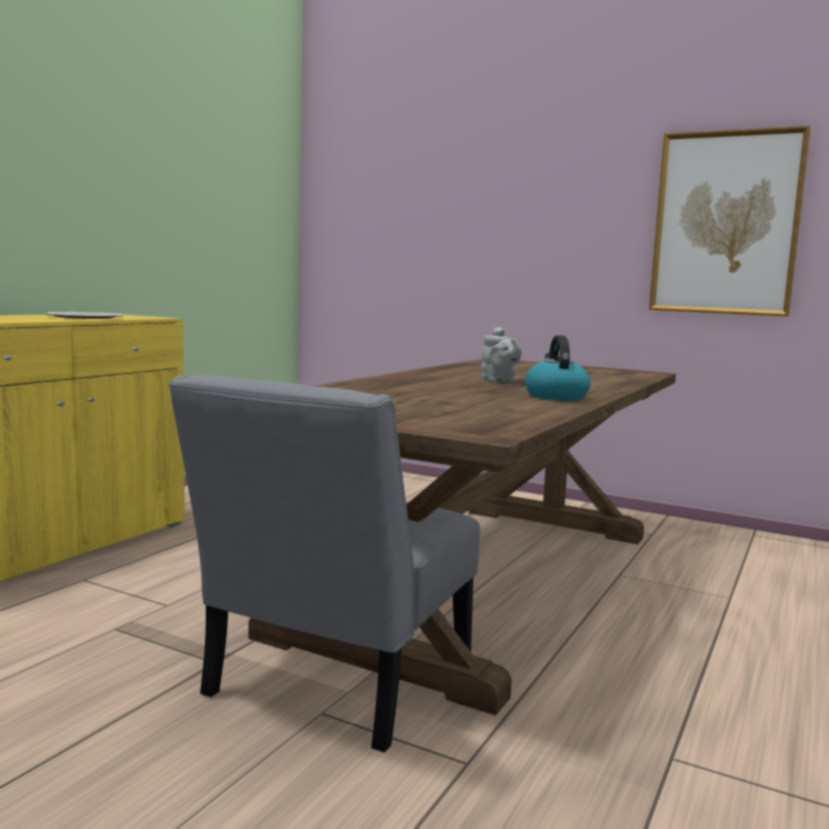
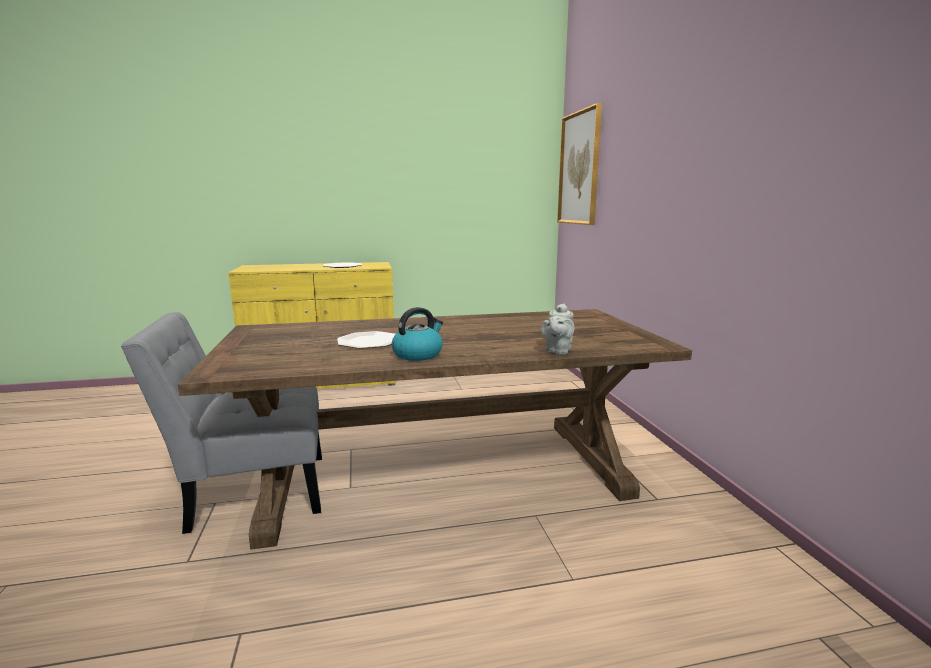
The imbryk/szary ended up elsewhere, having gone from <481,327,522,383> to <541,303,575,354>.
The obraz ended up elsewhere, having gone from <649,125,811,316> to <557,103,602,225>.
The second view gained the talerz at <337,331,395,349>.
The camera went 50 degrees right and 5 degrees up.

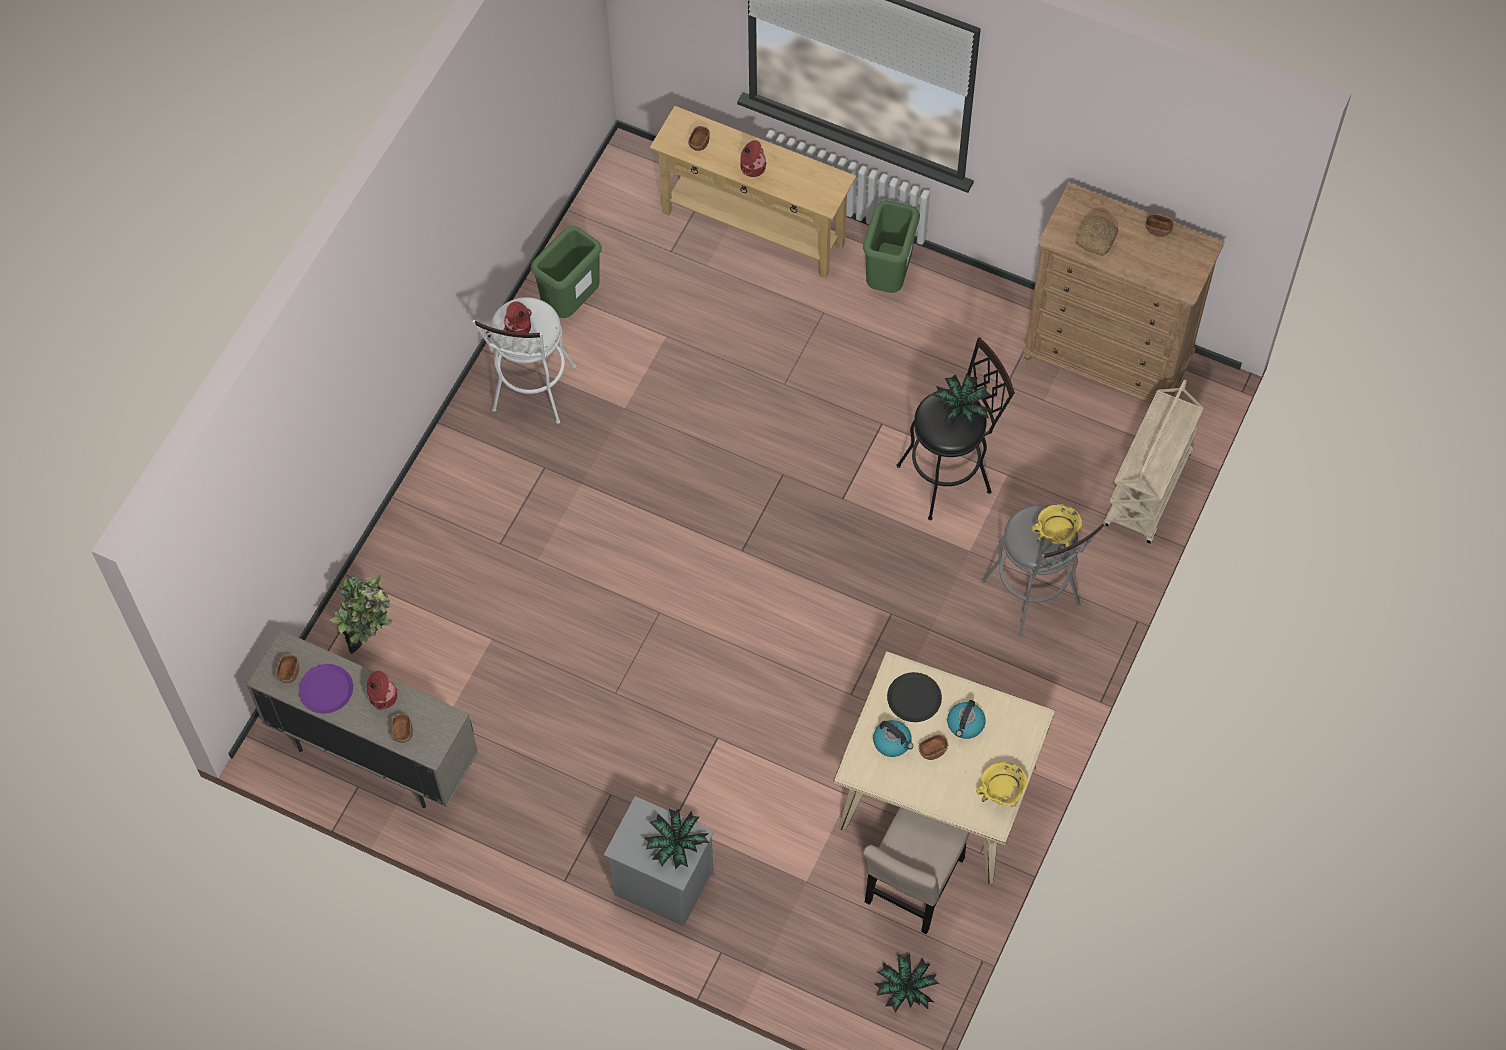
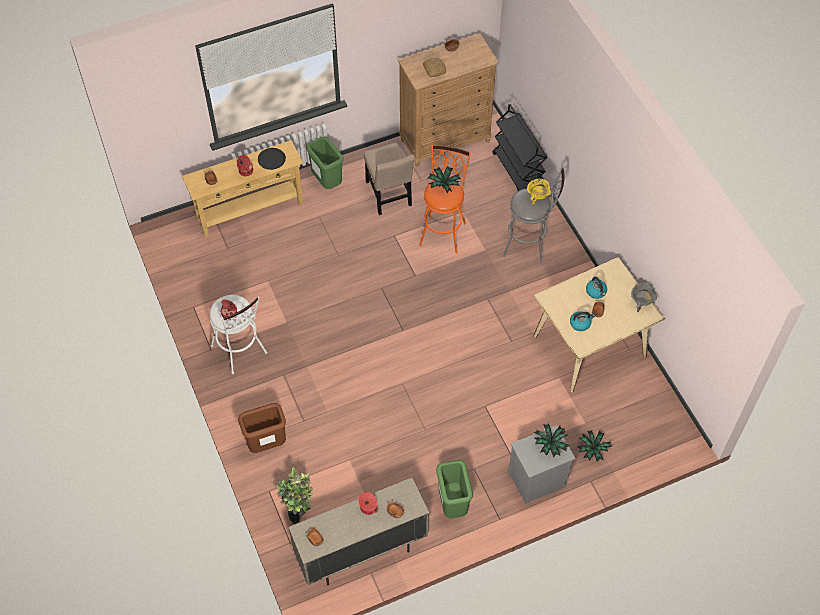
The second view lost the talerz/fioletowy at <299,664,353,714>.
The kosz na śmieci/zielony ended up elsewhere, having gone from <531,226,602,318> to <436,460,473,518>.
The krzesło/beżowy ended up elsewhere, having gone from <863,807,970,934> to <364,143,415,215>.
The roślina doniczkowa ended up elsewhere, having gone from <875,954,939,1013> to <578,430,613,462>.
The talerz/czarny ended up elsewhere, having gone from <887,672,942,722> to <258,148,286,170>.
What was the stołek/czarny at <897,337,1015,520> turned into the stołek/pomarańczowy at <419,145,471,253>.
What was the garnek/żółty at <976,762,1028,807> turned into the garnek/szary at <631,283,657,312>.
What was the wózek/beżowy at <1104,379,1204,544> turned into the wózek/czarny at <492,104,548,191>.
The second view gained the kosz na śmieci/brązowy at <238,403,286,453>.
The camera went 50 degrees left and 5 degrees down.

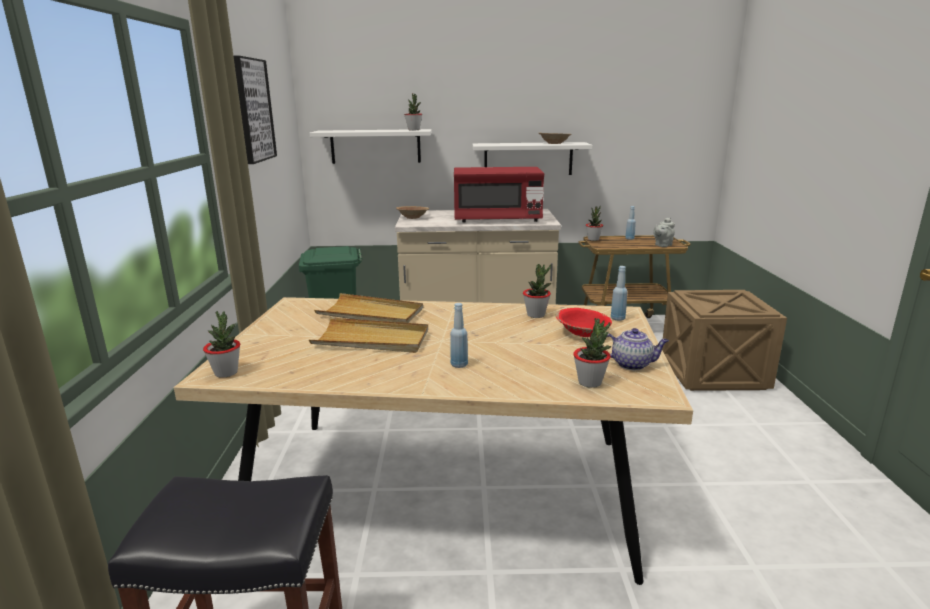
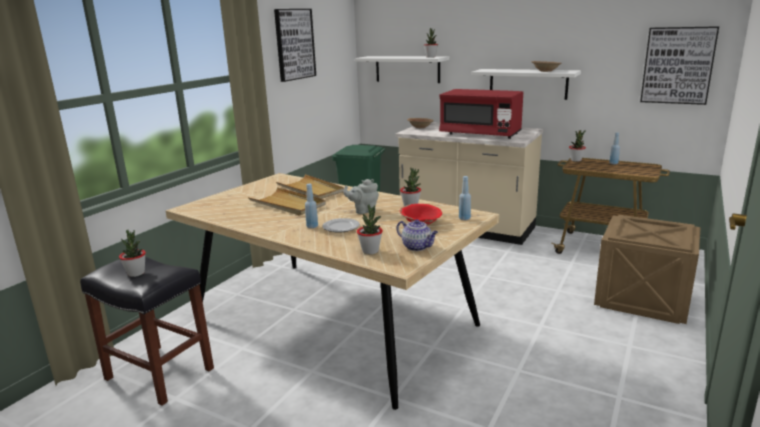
The roślina doniczkowa ended up elsewhere, having gone from <203,311,240,378> to <119,230,146,277>.
The imbryk/szary ended up elsewhere, having gone from <653,218,675,247> to <343,179,379,214>.
The second view gained the talerz at <322,218,360,233>.
The second view gained the obraz at <640,26,719,105>.
The camera went 30 degrees right and 0 degrees up.

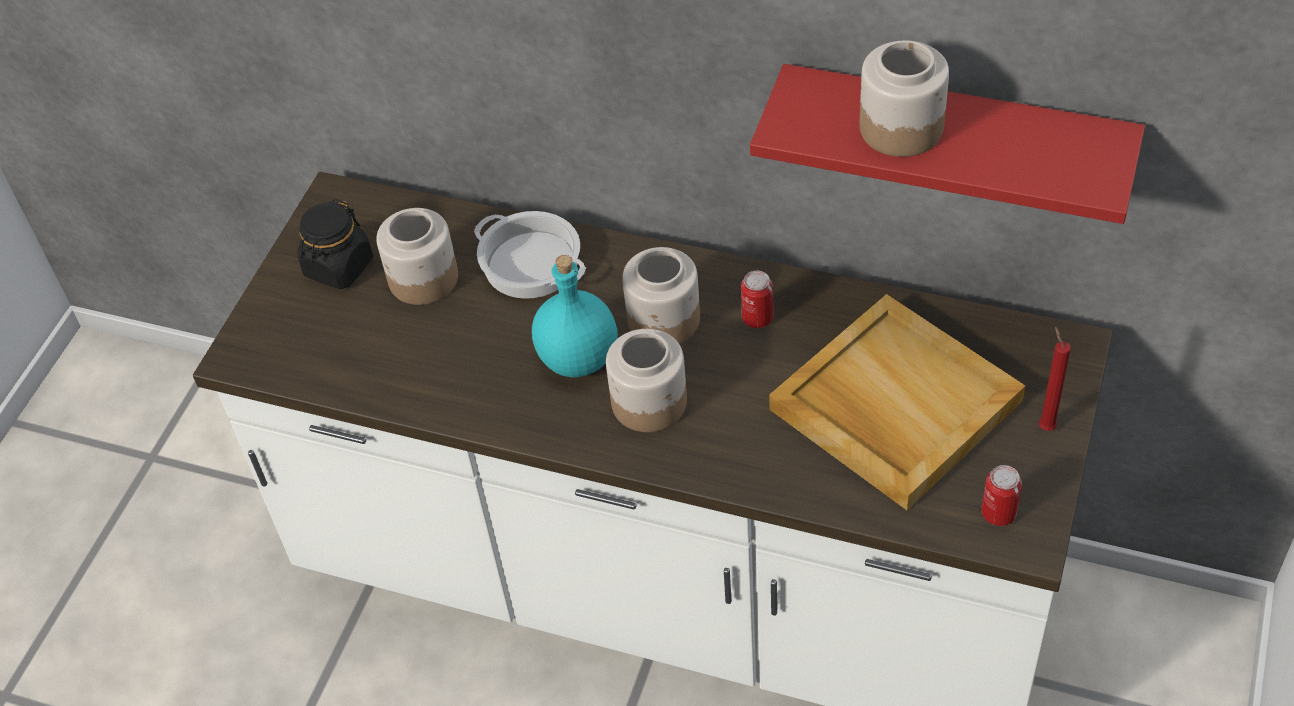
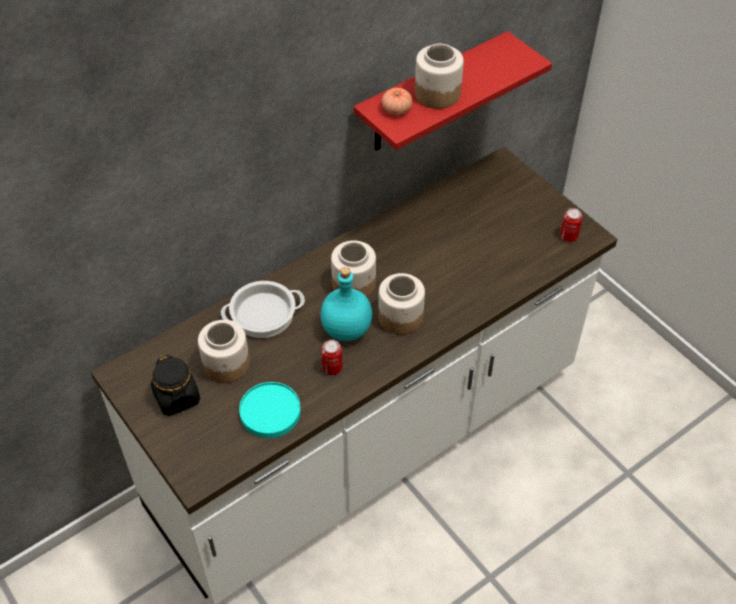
The puszka ended up elsewhere, having gone from <741,270,773,328> to <321,340,343,375>.
The second view lost the taca/beżowy at <769,294,1025,510>.
The second view lost the świeca/czerwony at <1039,327,1071,431>.
The second view gained the talerz/turkusowy at <239,382,301,438>.
The second view gained the pomidor at <382,88,412,115>.
The camera went 60 degrees left and 0 degrees up.

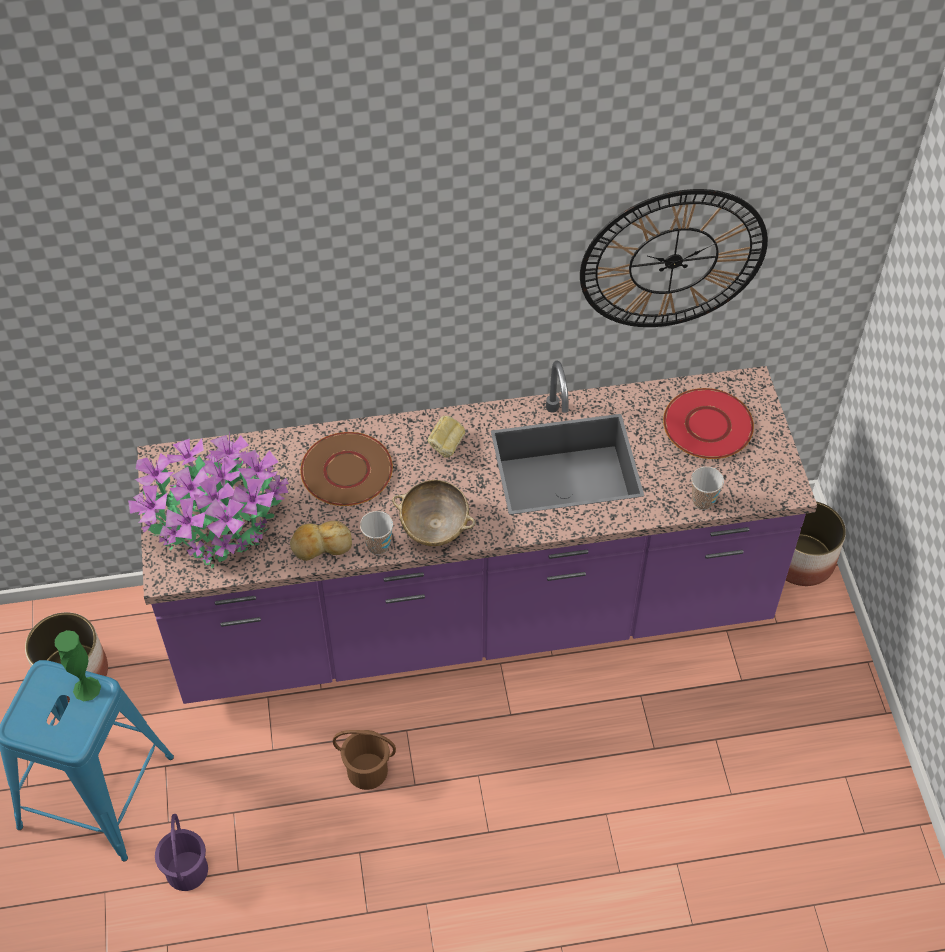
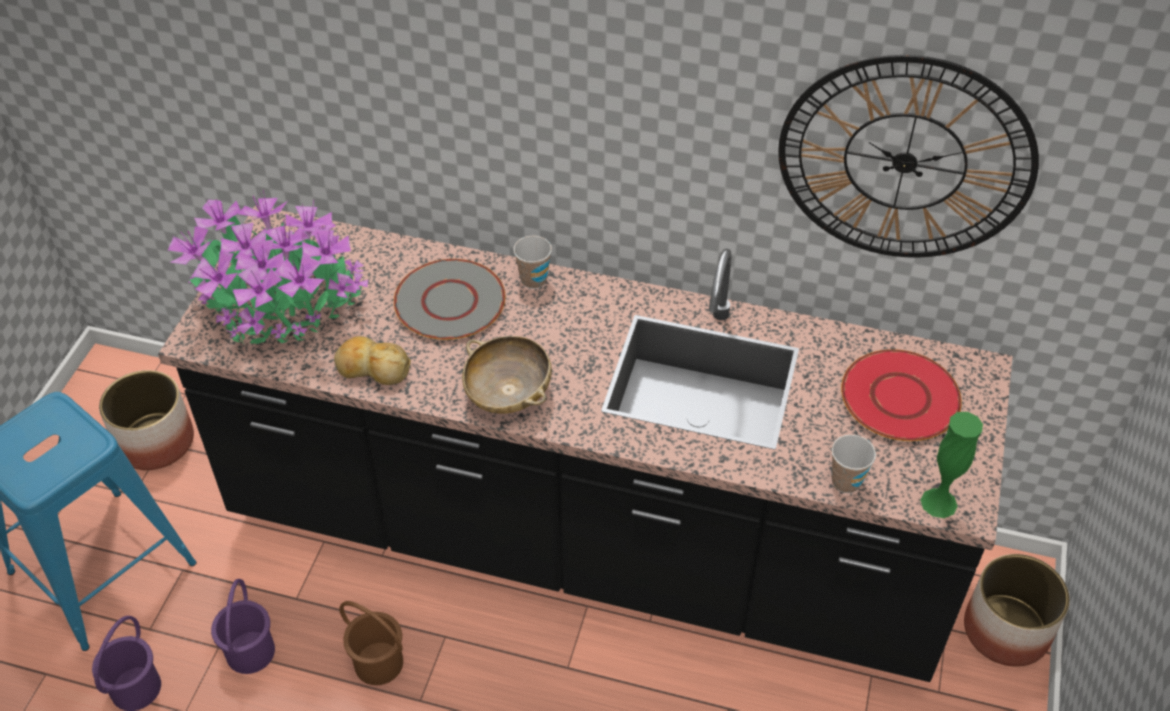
The wazon/zielony ended up elsewhere, having gone from <55,630,101,701> to <920,412,983,518>.
What was the zabudowa kuchenna/fioletowy at <137,360,817,704> turned into the zabudowa kuchenna/czarny at <158,205,1013,682>.
What was the talerz/brązowy at <300,432,393,506> turned into the talerz/szary at <394,259,505,340>.
The filiżanka ended up elsewhere, having gone from <360,511,393,555> to <513,235,552,289>.
The second view lost the chleb at <427,416,465,458>.
The second view gained the wiadro/fioletowy at <211,579,275,674>.
The camera went 25 degrees right and 5 degrees down.

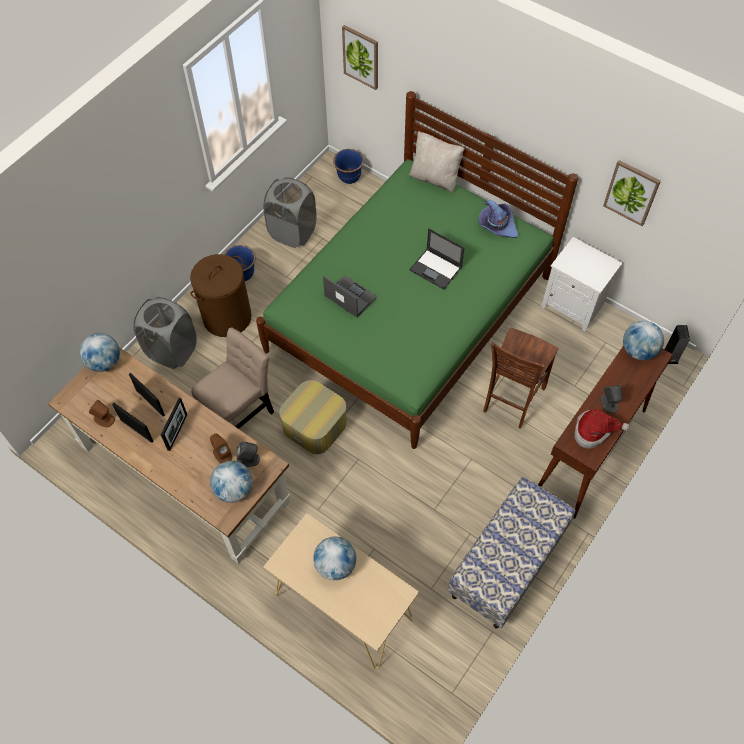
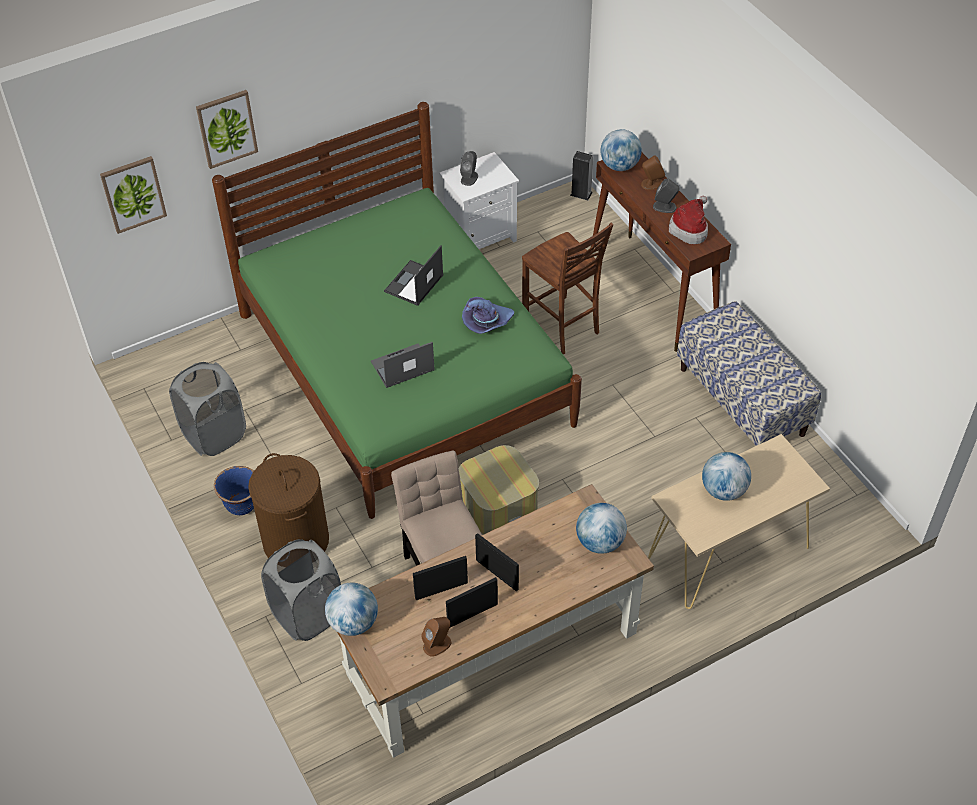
The głośnik/brązowy ended up elsewhere, having gone from <210,433,232,463> to <641,155,665,190>.
The głośnik/szary ended up elsewhere, having gone from <237,441,260,467> to <460,151,478,186>.
The second view lost the donica/niebieski at <333,149,364,184>.
The second view lost the poduszka/beżowy at <409,131,465,193>.
The laptop at <409,228,465,289> ended up facing another way, 150 degrees clockwise from before.
The kapelusz/fioletowy ended up elsewhere, having gone from <479,199,518,238> to <462,297,514,334>.
The obraz ended up elsewhere, having gone from <603,160,661,226> to <196,90,258,169>.
The camera went 65 degrees left and 10 degrees down.

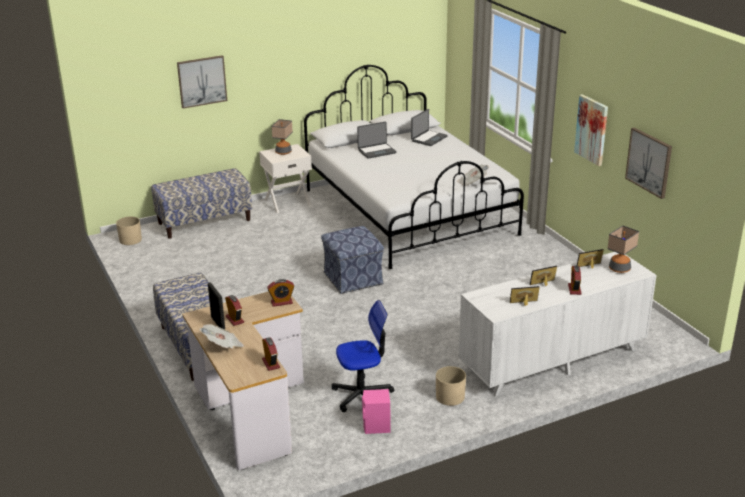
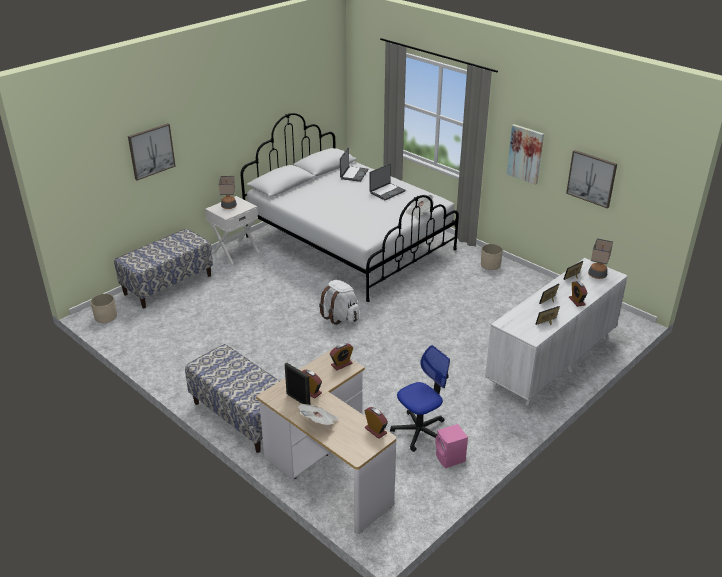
Where the pufa stood at <321,226,384,294>, the plecak/biały came to stand at <319,280,359,325>.
The laptop ended up elsewhere, having gone from <357,121,396,159> to <369,164,406,200>.
The donica/beżowy ended up elsewhere, having gone from <436,366,466,406> to <481,244,503,270>.
The camera went 20 degrees left and 5 degrees up.

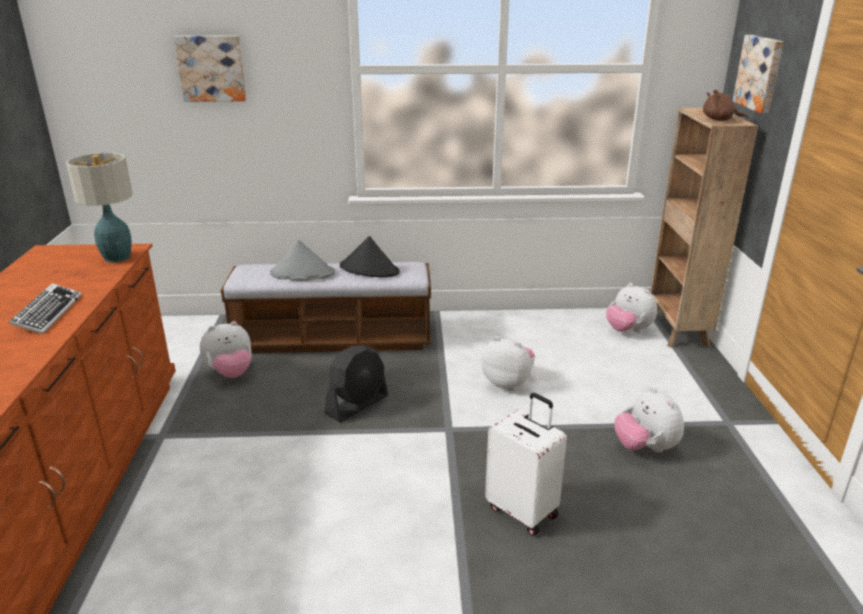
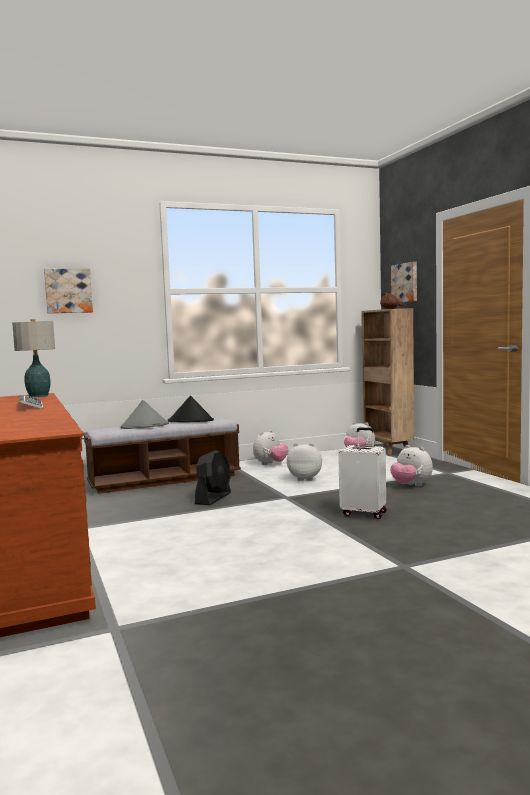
The pluszak ended up elsewhere, having gone from <200,321,252,378> to <253,430,289,465>.
The camera went 20 degrees left and 20 degrees down.

